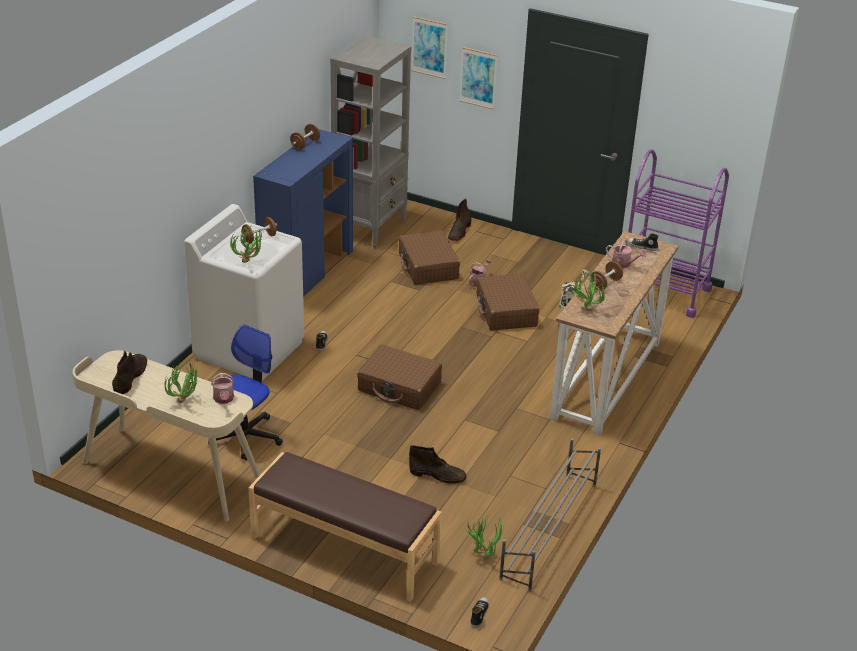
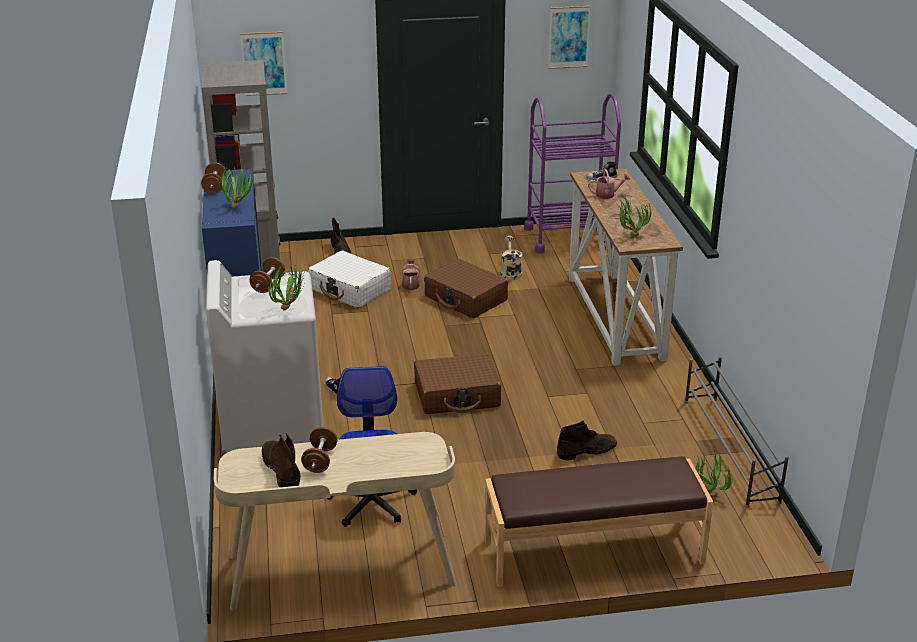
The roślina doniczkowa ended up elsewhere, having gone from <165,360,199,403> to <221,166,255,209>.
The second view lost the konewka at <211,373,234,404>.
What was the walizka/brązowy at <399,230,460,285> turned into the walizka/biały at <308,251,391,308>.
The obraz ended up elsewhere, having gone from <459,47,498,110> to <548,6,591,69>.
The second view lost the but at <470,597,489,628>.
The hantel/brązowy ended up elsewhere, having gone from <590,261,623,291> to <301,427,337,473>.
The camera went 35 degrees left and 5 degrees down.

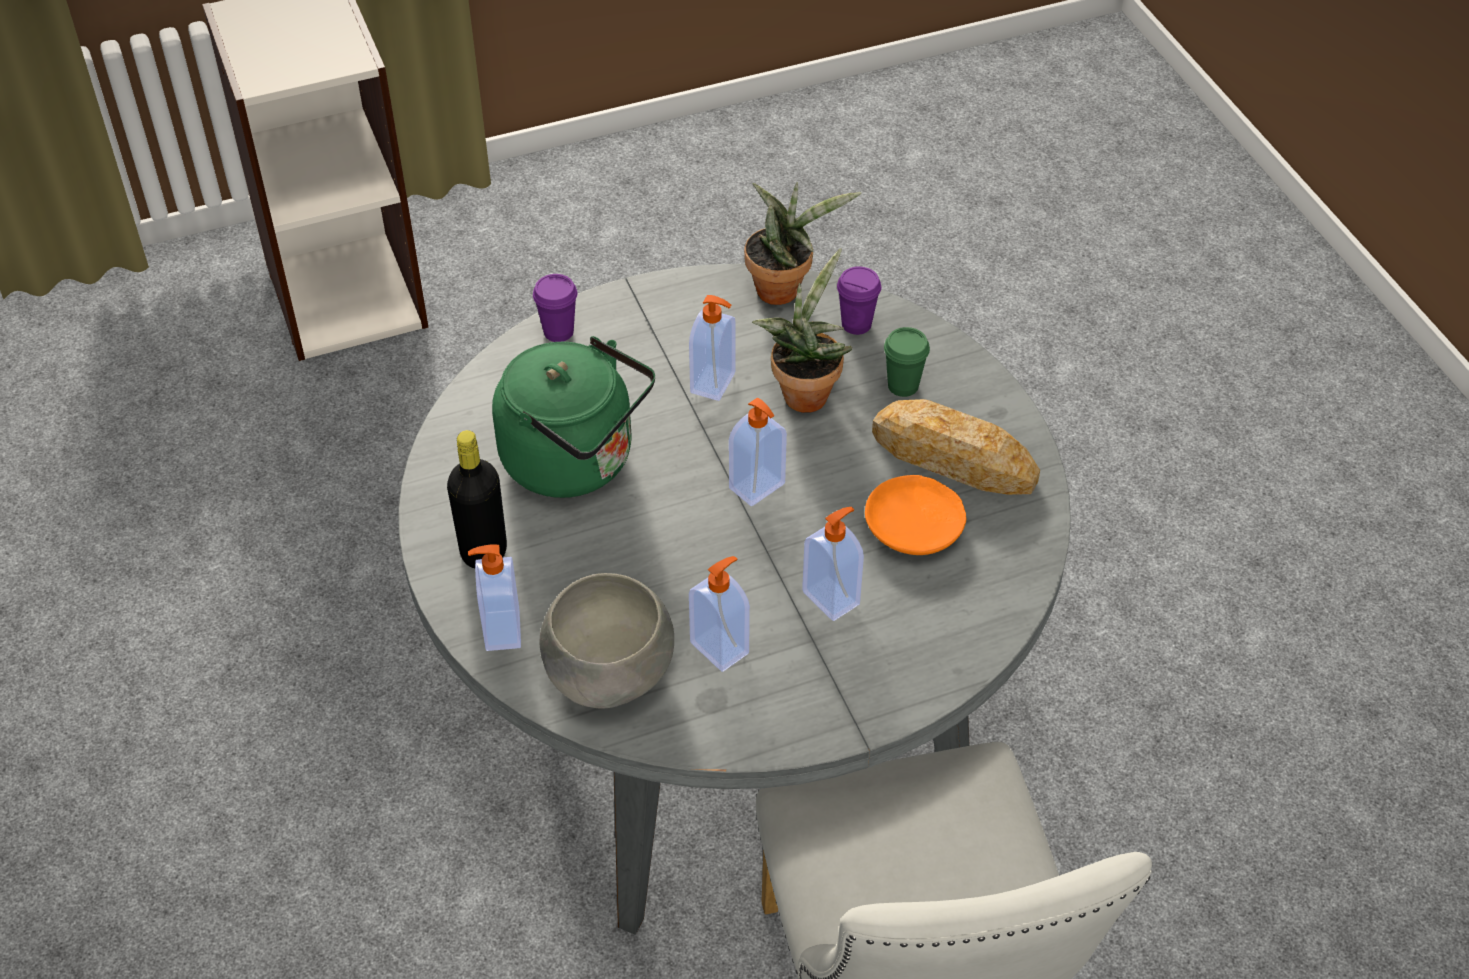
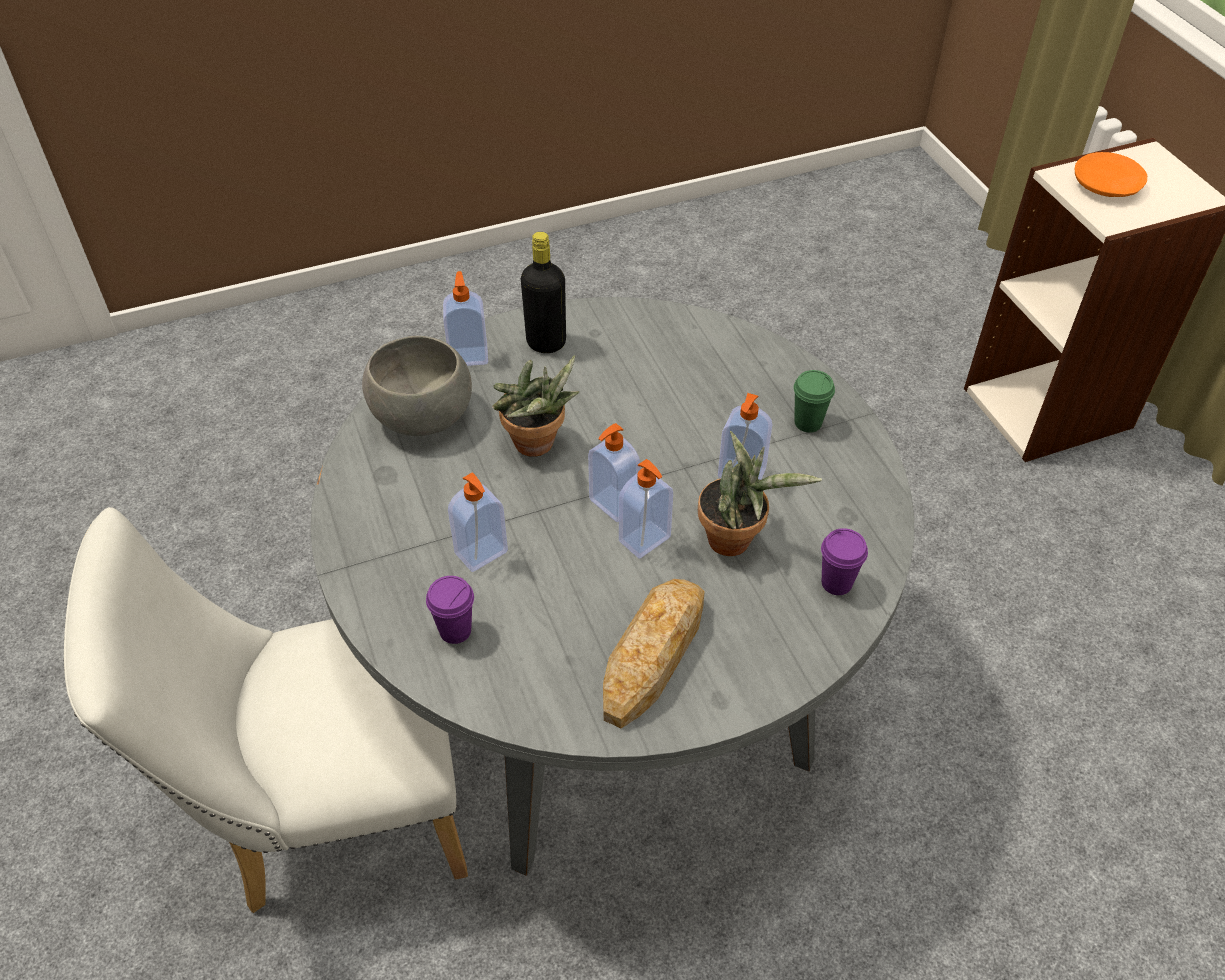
The second view lost the czajnik/zielony at <492,336,655,498>.
The filiżanka/fioletowy ended up elsewhere, having gone from <533,274,577,342> to <426,576,474,644>.
The dozownik mydła ended up elsewhere, having gone from <689,556,750,672> to <619,459,673,559>.
The roślina doniczkowa ended up elsewhere, having gone from <744,182,861,305> to <492,355,579,457>.
The talerz/pomarańczowy ended up elsewhere, having gone from <865,475,966,555> to <1075,152,1147,197>.
The filiżanka/zielony ended up elsewhere, having gone from <884,327,930,397> to <794,370,835,433>.
The camera went 90 degrees right and 0 degrees up.

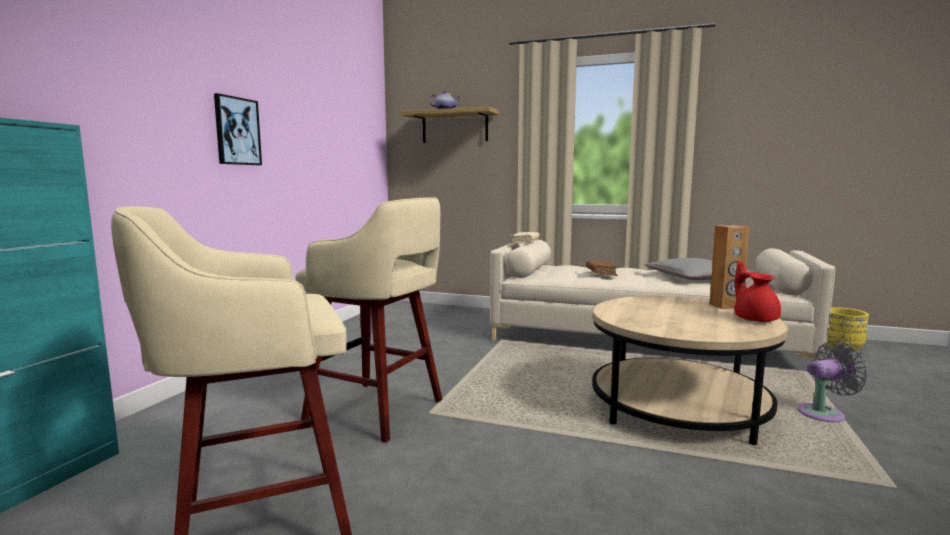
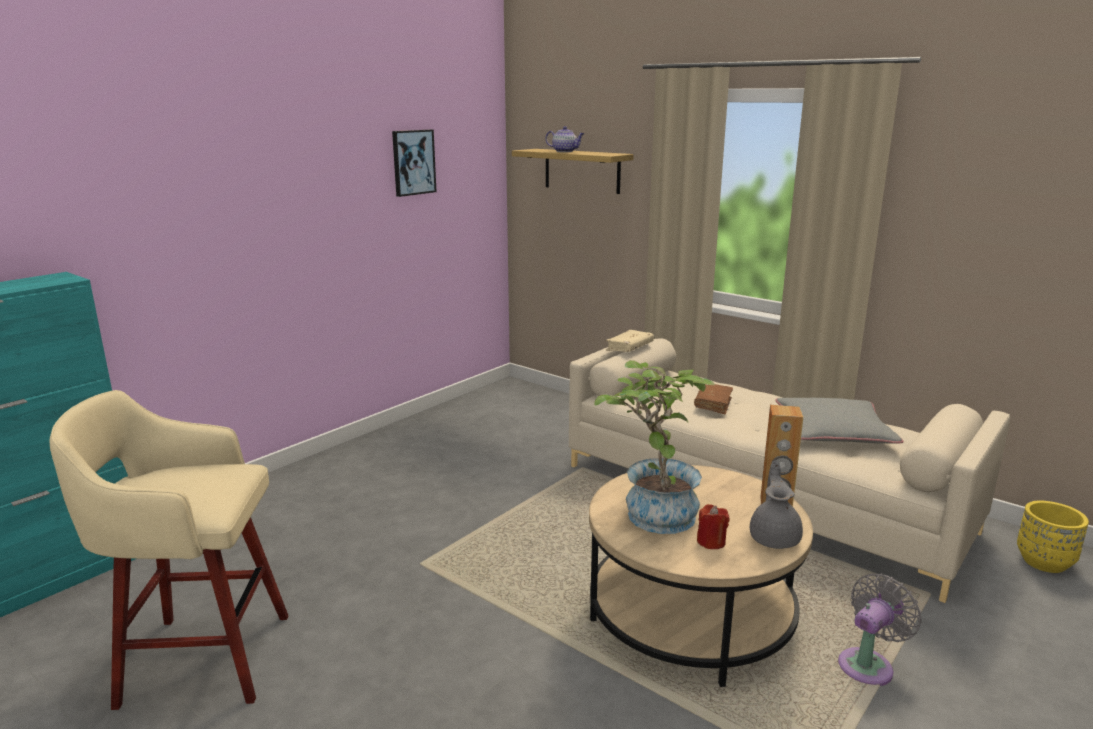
The obraz ended up elsewhere, having gone from <214,93,262,165> to <392,130,437,197>.
The second view lost the stołek/beżowy at <295,197,442,443>.
What was the imbryk/czerwony at <735,261,781,322> turned into the imbryk/szary at <750,460,803,549>.
The wentylator/szary at <797,340,869,422> ended up facing another way, 45 degrees counterclockwise from before.
The second view gained the roślina doniczkowa at <595,360,715,534>.
The second view gained the świeca/czerwony at <697,504,729,549>.
The camera went 20 degrees right and 10 degrees up.

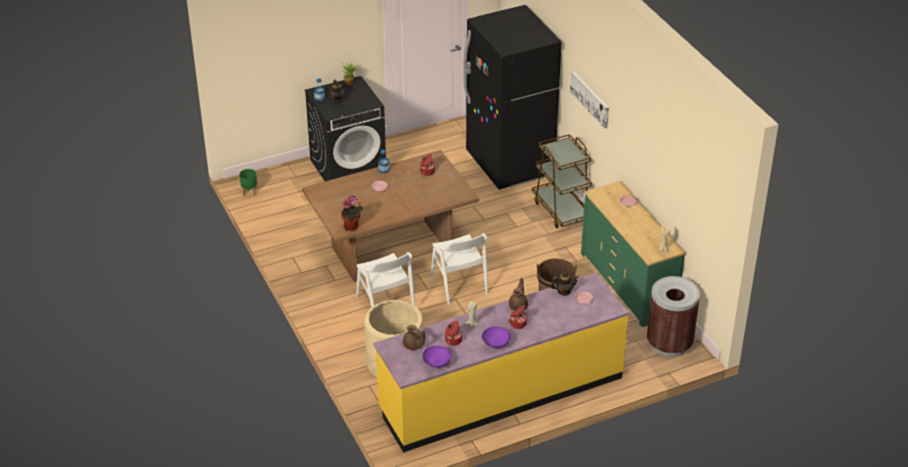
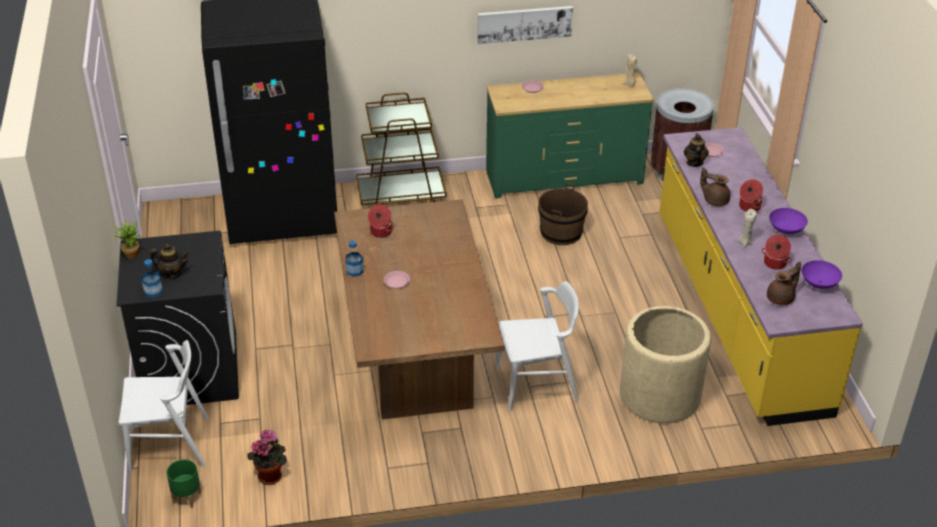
The roślina doniczkowa ended up elsewhere, having gone from <341,196,363,231> to <247,429,287,485>.
The krzesło/biały ended up elsewhere, having gone from <431,233,488,305> to <118,340,208,473>.
The obraz ended up elsewhere, having gone from <570,71,609,128> to <477,6,573,44>.
The camera went 75 degrees left and 0 degrees up.

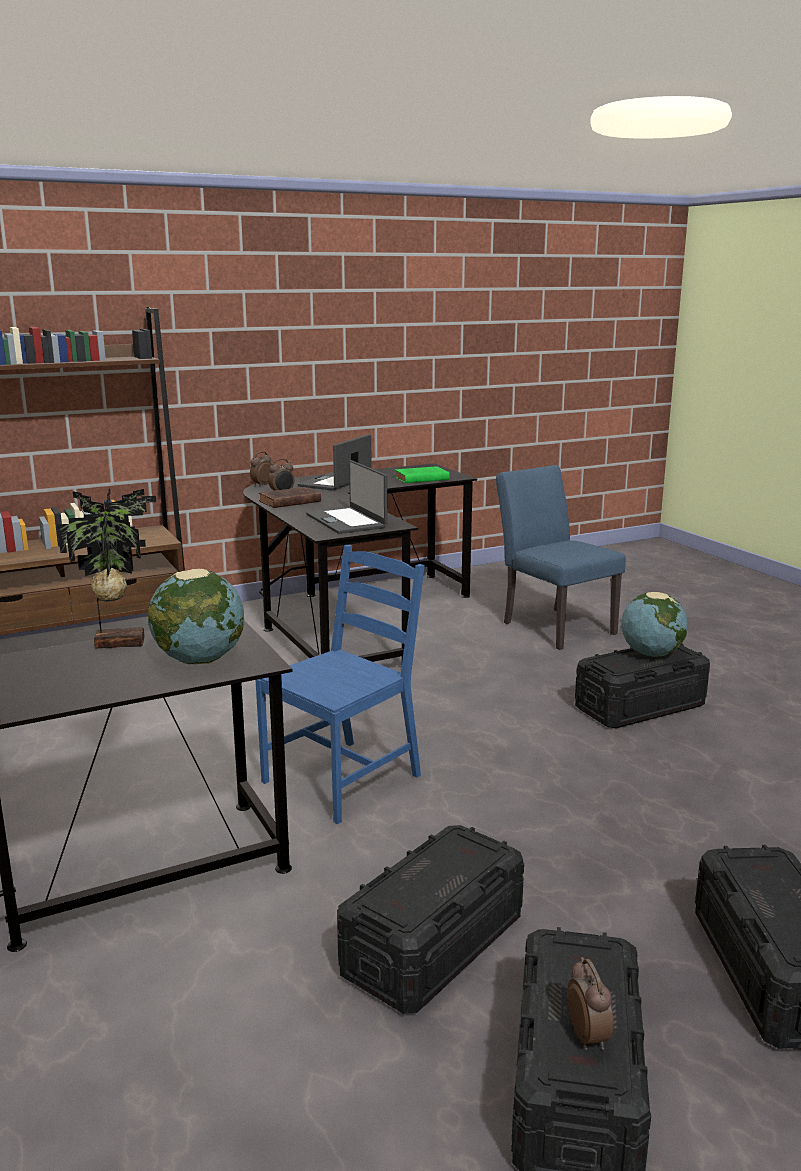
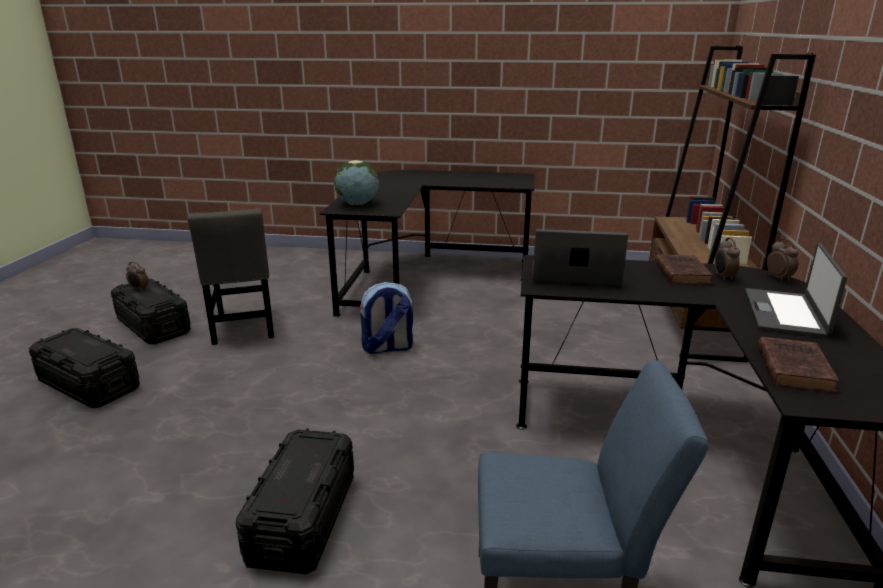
The second view lost the roślina doniczkowa at <57,488,156,649>.
Where the krzesło/niebieski stood at <256,544,425,824>, the plecak came to stand at <359,282,413,354>.
The laptop at <298,434,372,491> ended up facing another way, 135 degrees counterclockwise from before.
Where the pojemnik do przechowywania/czarny stood at <337,825,524,1014>, the krzesło/szary came to stand at <187,209,274,345>.
What was the książka/zielony at <394,466,449,483> turned into the książka/brązowy at <758,337,840,393>.
The second view lost the globus at <621,592,688,657>.
The camera went 125 degrees right and 5 degrees up.

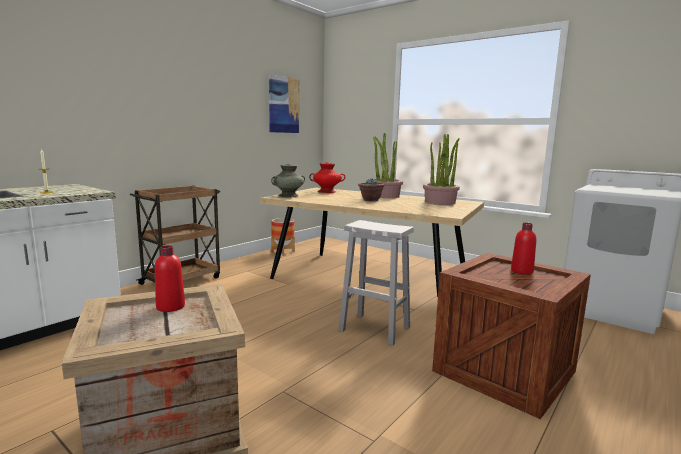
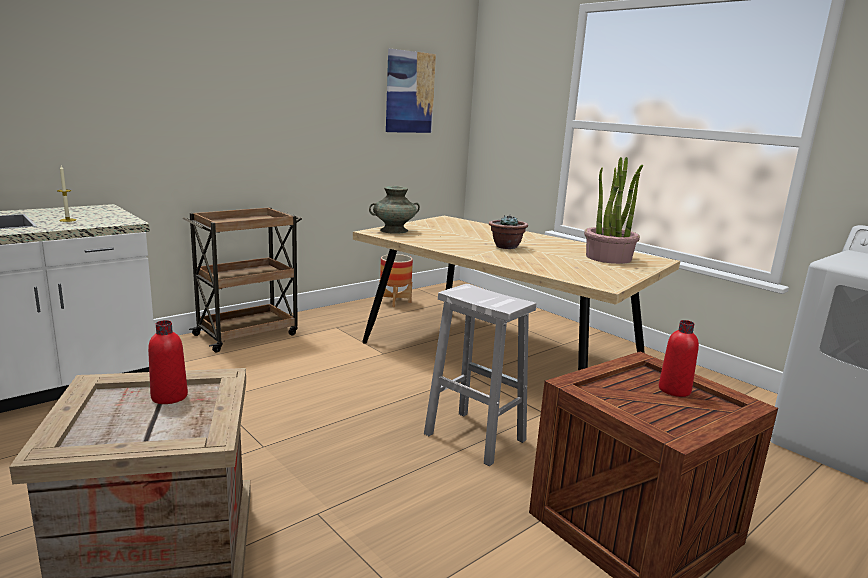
The second view lost the wazon/czerwony at <309,162,345,193>.
The second view lost the roślina doniczkowa at <373,133,403,198>.
The camera went 10 degrees right and 5 degrees up.

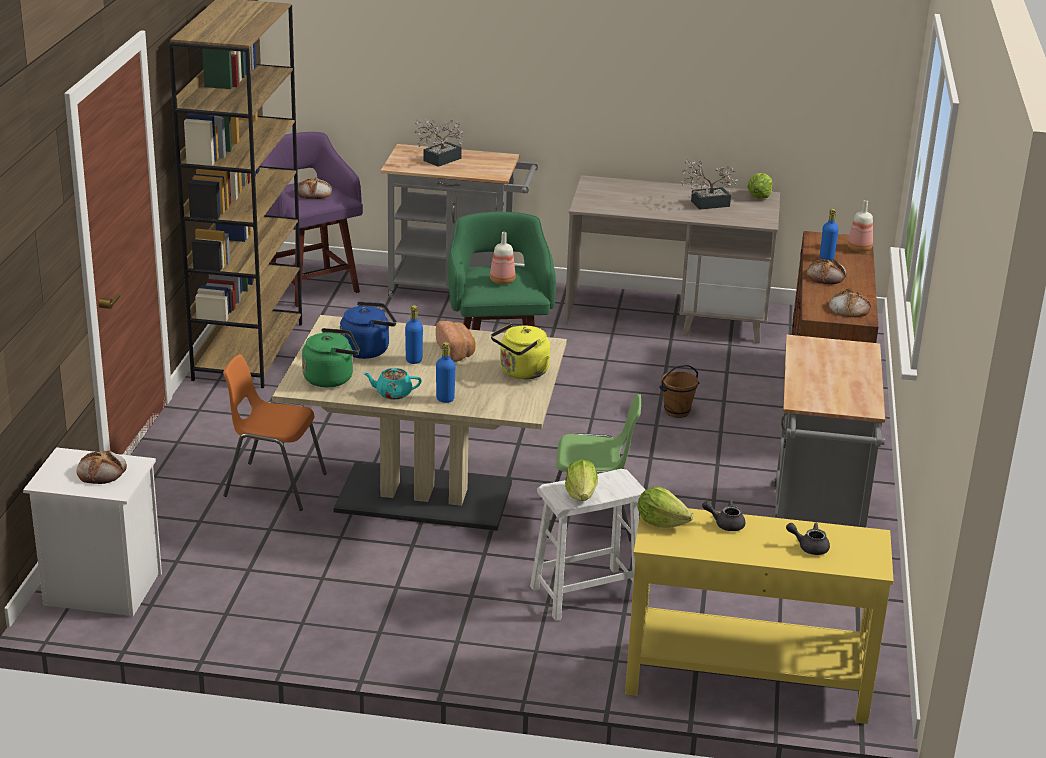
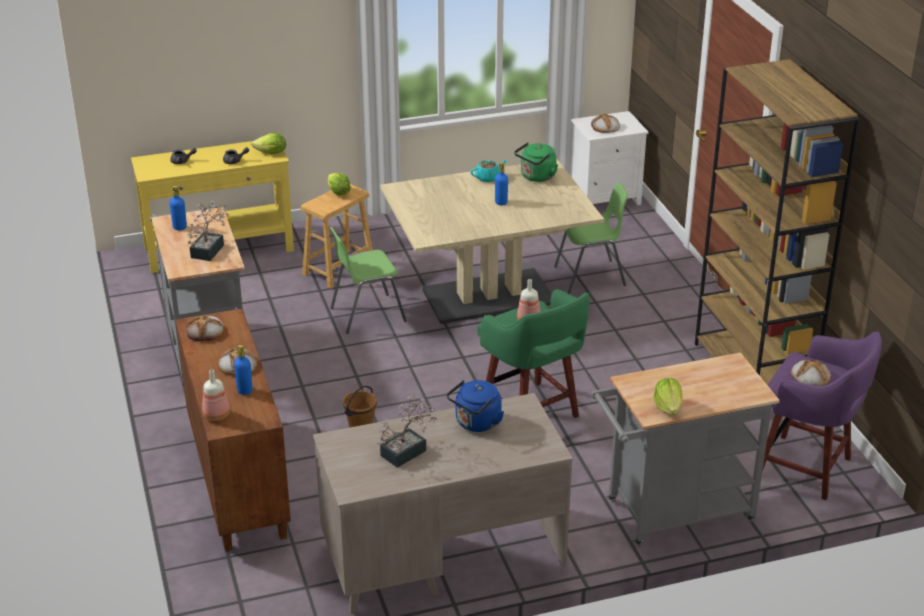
What was the krzesło/pomarańczowy at <223,354,327,511> turned into the krzesło/zielony at <554,183,628,294>.
The czajnik/niebieski ended up elsewhere, having gone from <340,301,397,359> to <447,380,504,432>.
The roślina doniczkowa ended up elsewhere, having gone from <414,119,463,167> to <187,201,229,261>.
The second view lost the chleb at <436,321,475,362>.
The butelka/niebieski ended up elsewhere, having gone from <436,342,456,403> to <169,186,187,230>.
The second view lost the czajnik/żółty at <491,323,550,379>.
What was the stołek/biały at <530,469,645,621> turned into the stołek/brązowy at <300,184,373,289>.
The sałata ended up elsewhere, having gone from <747,173,772,199> to <654,378,683,415>.
The camera went 155 degrees right and 5 degrees up.

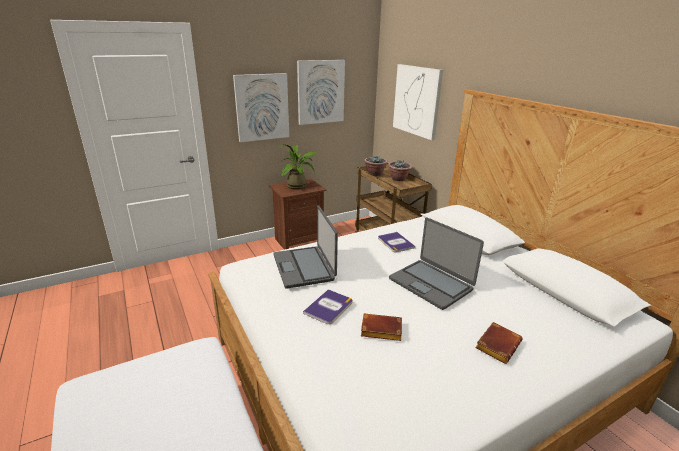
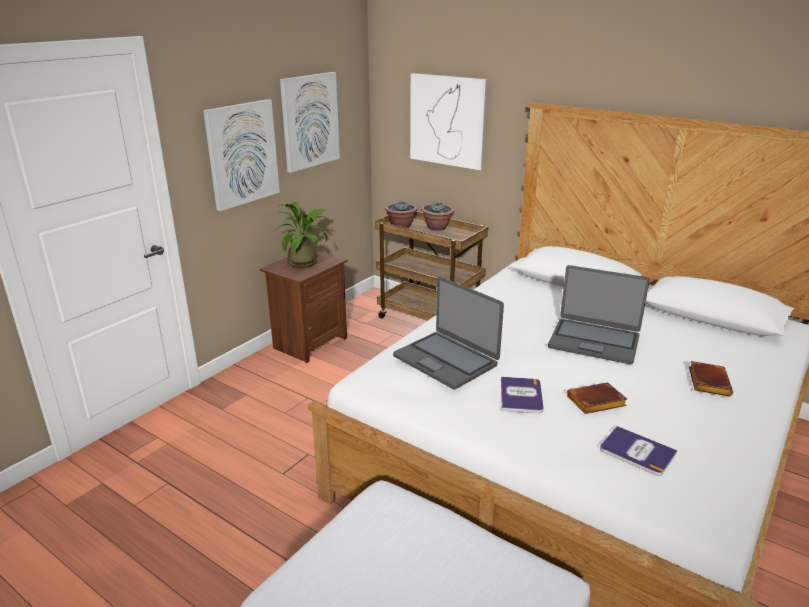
The książka ended up elsewhere, having gone from <378,232,416,253> to <600,426,677,476>.
The camera went 25 degrees left and 0 degrees up.

